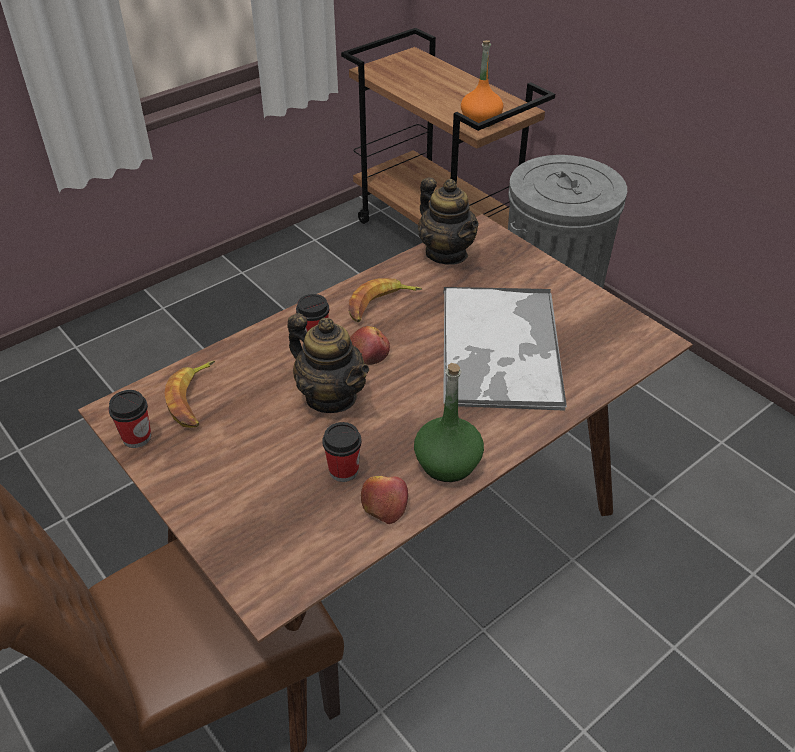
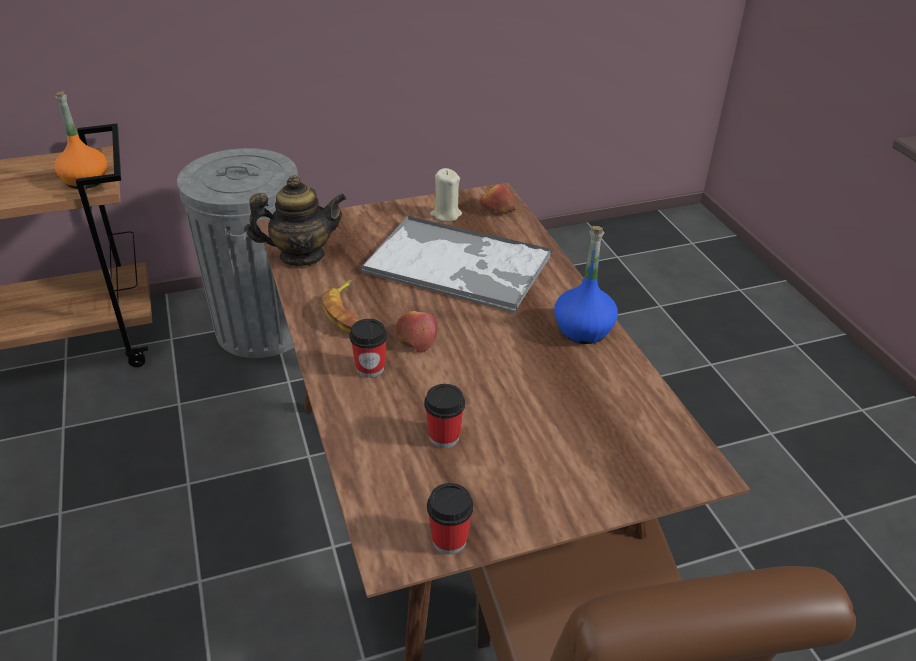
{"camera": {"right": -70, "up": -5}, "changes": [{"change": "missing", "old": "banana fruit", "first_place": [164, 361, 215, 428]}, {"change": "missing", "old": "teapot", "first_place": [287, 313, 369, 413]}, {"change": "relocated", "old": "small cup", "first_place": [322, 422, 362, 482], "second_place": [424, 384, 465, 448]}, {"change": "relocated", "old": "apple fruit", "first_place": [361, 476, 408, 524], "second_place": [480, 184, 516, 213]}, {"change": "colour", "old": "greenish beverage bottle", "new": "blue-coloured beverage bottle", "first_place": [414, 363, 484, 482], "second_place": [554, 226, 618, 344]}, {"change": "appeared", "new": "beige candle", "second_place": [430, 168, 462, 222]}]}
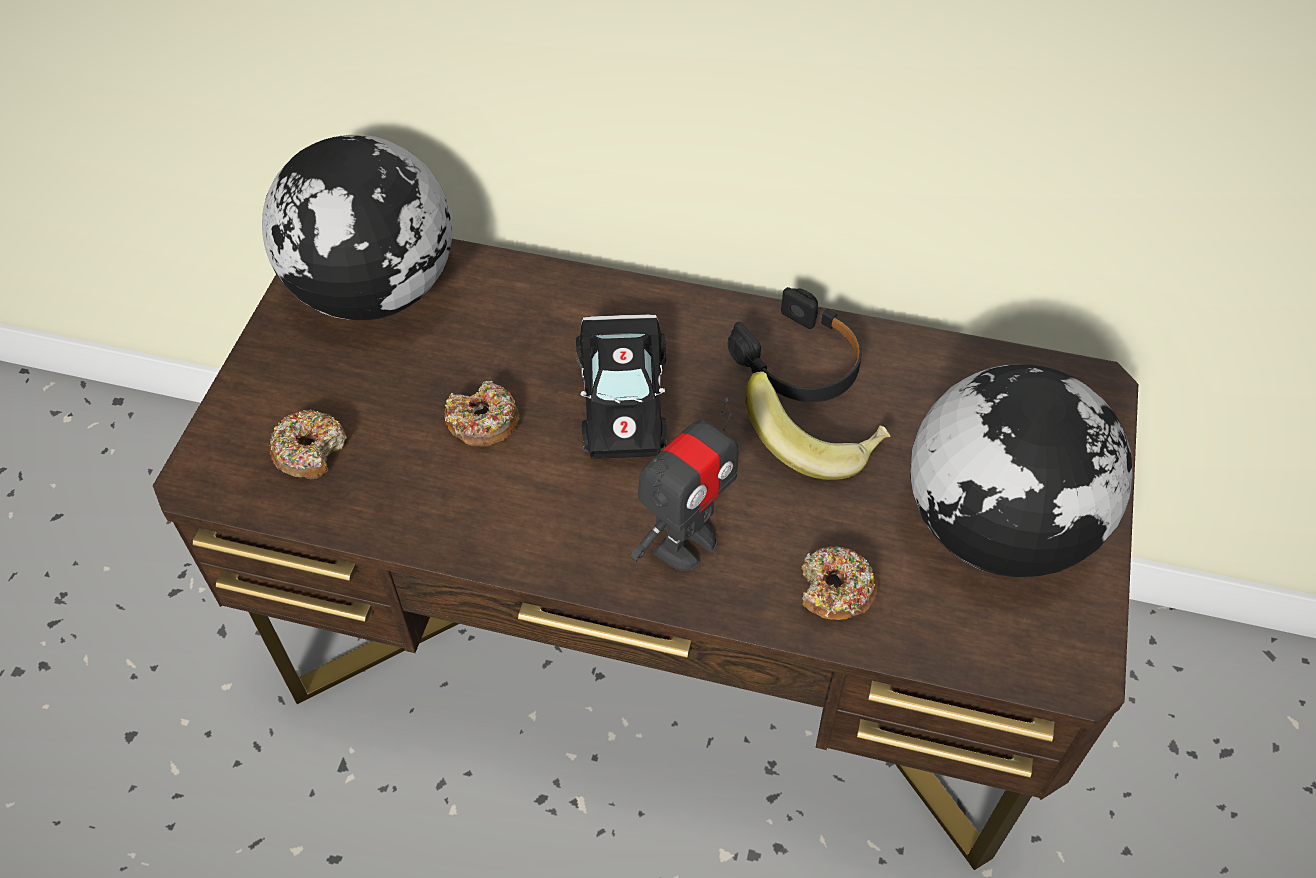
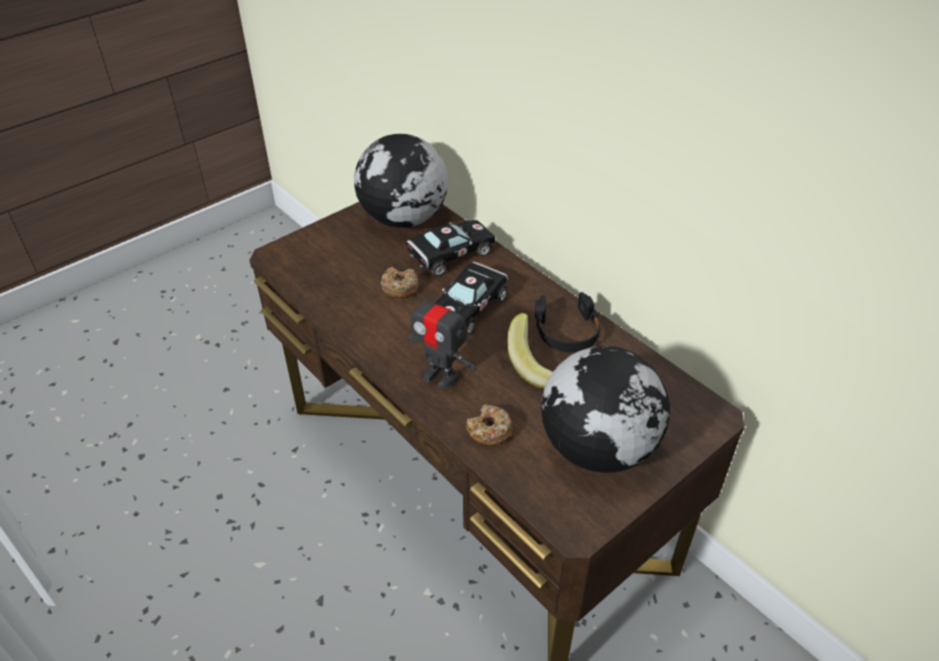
{"camera": {"right": 35, "up": -10}, "changes": [{"change": "missing", "old": "doughnut", "first_place": [269, 410, 347, 479]}, {"change": "spun", "old": "toy robot", "first_place": [631, 397, 739, 571], "second_place": [407, 284, 477, 389], "degrees": 45}, {"change": "appeared", "new": "black toy car", "second_place": [406, 220, 495, 276]}]}
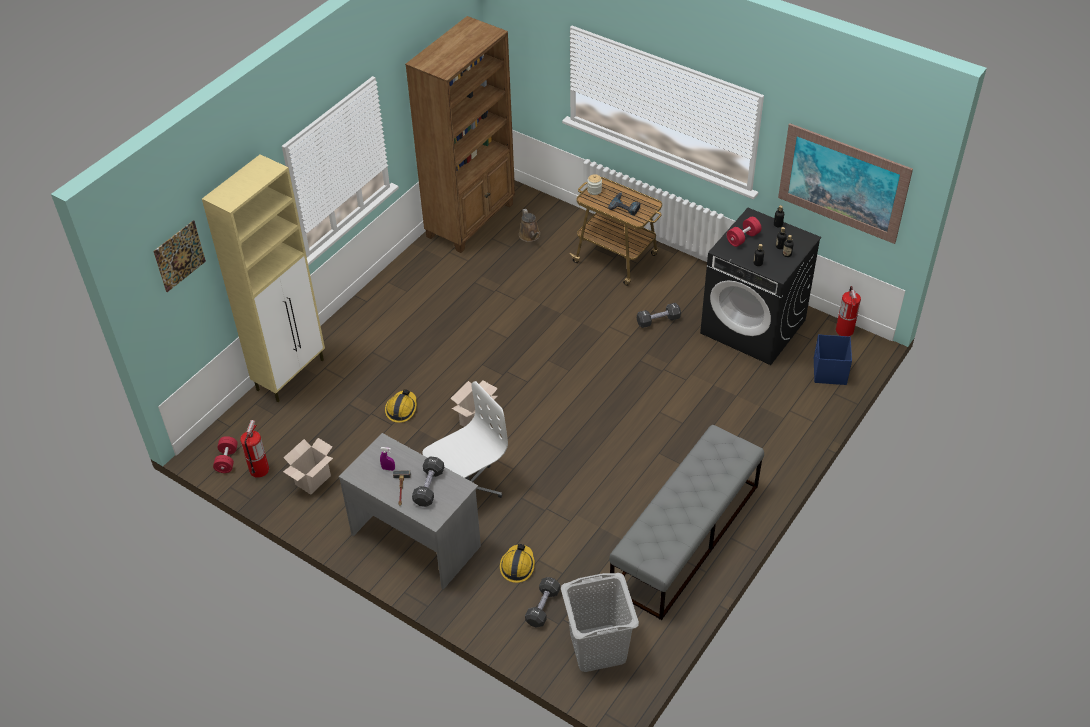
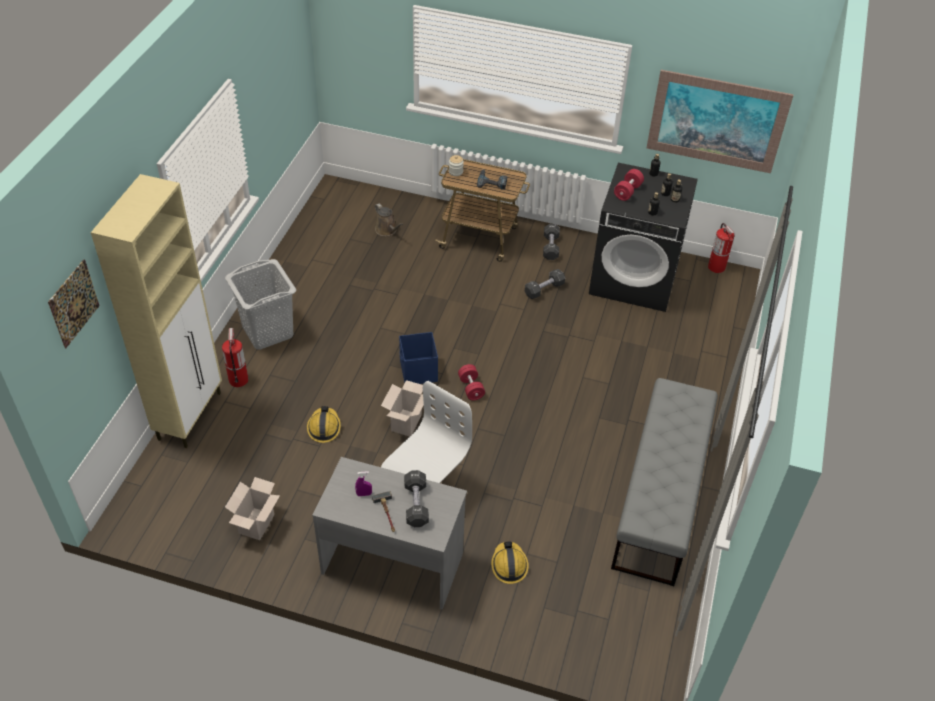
{"camera": {"right": -20, "up": 0}, "changes": [{"change": "relocated", "old": "red hand weight", "first_place": [213, 436, 238, 473], "second_place": [458, 364, 485, 400]}, {"change": "relocated", "old": "fire extinguisher", "first_place": [240, 420, 269, 478], "second_place": [222, 328, 248, 387]}, {"change": "missing", "old": "brown-coloured bookcase", "first_place": [405, 16, 515, 253]}, {"change": "relocated", "old": "black hand weight", "first_place": [525, 577, 560, 627], "second_place": [543, 224, 560, 260]}, {"change": "relocated", "old": "grey laundry basket", "first_place": [561, 573, 639, 672], "second_place": [225, 259, 296, 350]}, {"change": "relocated", "old": "blue-coloured storage box", "first_place": [814, 334, 852, 385], "second_place": [399, 332, 438, 384]}]}
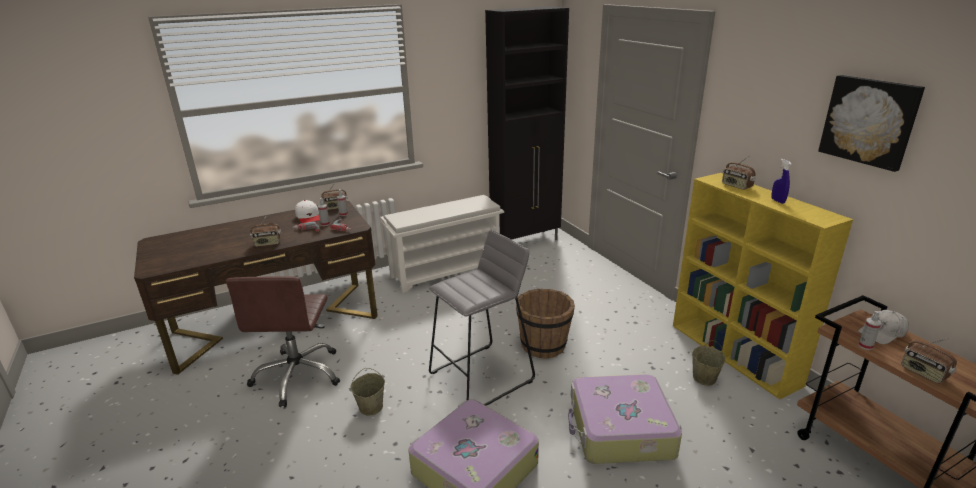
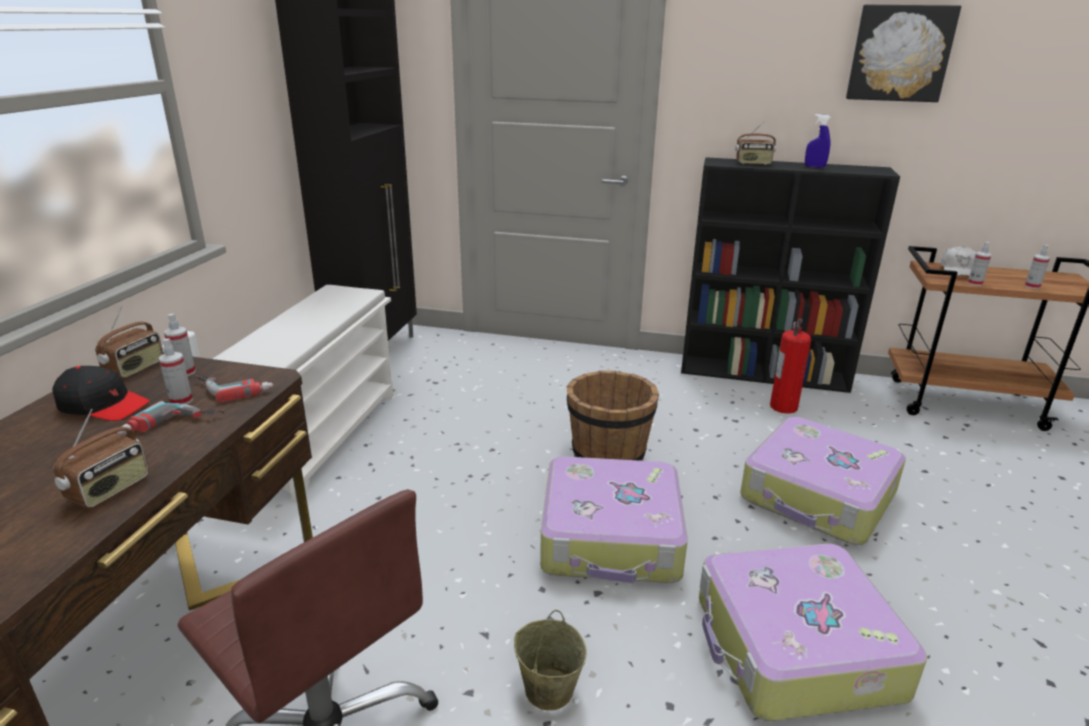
{"camera": {"right": -50, "up": 0}, "changes": [{"change": "colour", "old": "white baseball cap", "new": "black baseball cap", "first_place": [295, 200, 320, 223], "second_place": [52, 366, 150, 421]}, {"change": "exchanged", "old": "grey stool seat", "new": "travel case", "first_place": [429, 229, 535, 406], "second_place": [540, 457, 688, 583]}, {"change": "colour", "old": "yellow bookcase", "new": "black bookcase", "first_place": [673, 173, 853, 399], "second_place": [681, 157, 900, 393]}, {"change": "exchanged", "old": "beige water bucket", "new": "fire extinguisher", "first_place": [692, 340, 726, 386], "second_place": [770, 318, 811, 414]}, {"change": "exchanged", "old": "radio", "new": "sprayer", "first_place": [902, 338, 957, 384], "second_place": [1025, 245, 1050, 289]}]}
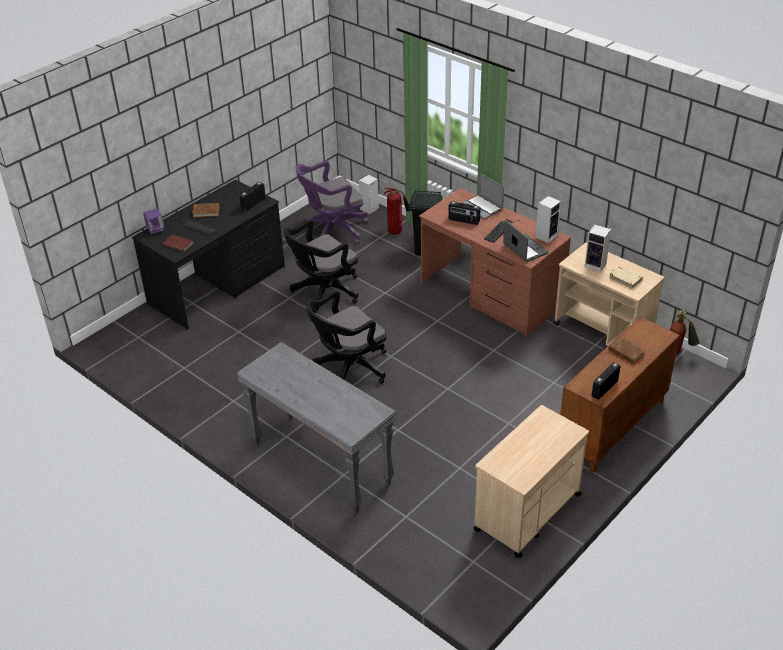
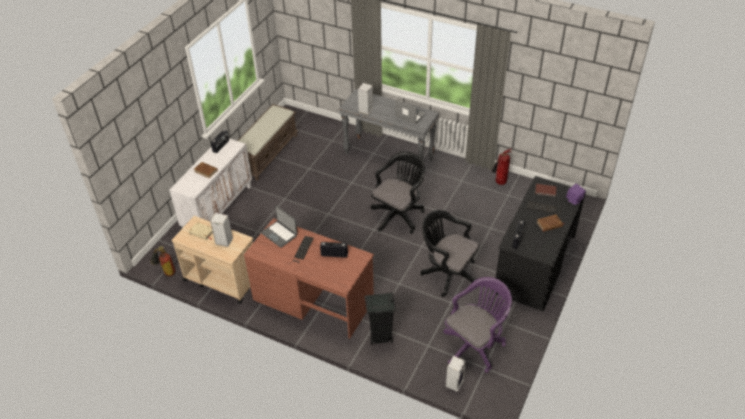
{"camera": {"right": 165, "up": 5}, "changes": [{"change": "spun", "old": "black desk chair", "first_place": [284, 219, 358, 313], "second_place": [420, 210, 479, 297], "degrees": -90}, {"change": "relocated", "old": "fire extinguisher", "first_place": [384, 188, 409, 235], "second_place": [491, 148, 512, 185]}, {"change": "relocated", "old": "portable computer", "first_place": [463, 173, 504, 219], "second_place": [395, 100, 426, 124]}, {"change": "exchanged", "old": "beige cart", "new": "brown-coloured long seat", "first_place": [473, 405, 589, 558], "second_place": [238, 104, 298, 181]}, {"change": "relocated", "old": "speaker", "first_place": [535, 196, 561, 243], "second_place": [358, 83, 373, 115]}, {"change": "colour", "old": "brown-coloured storage cabinet", "new": "white storage cabinet", "first_place": [560, 317, 680, 473], "second_place": [169, 138, 252, 228]}]}
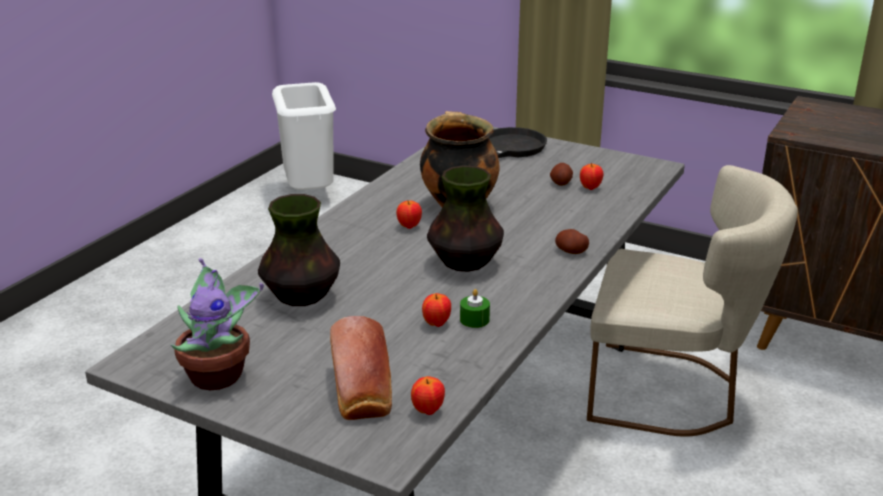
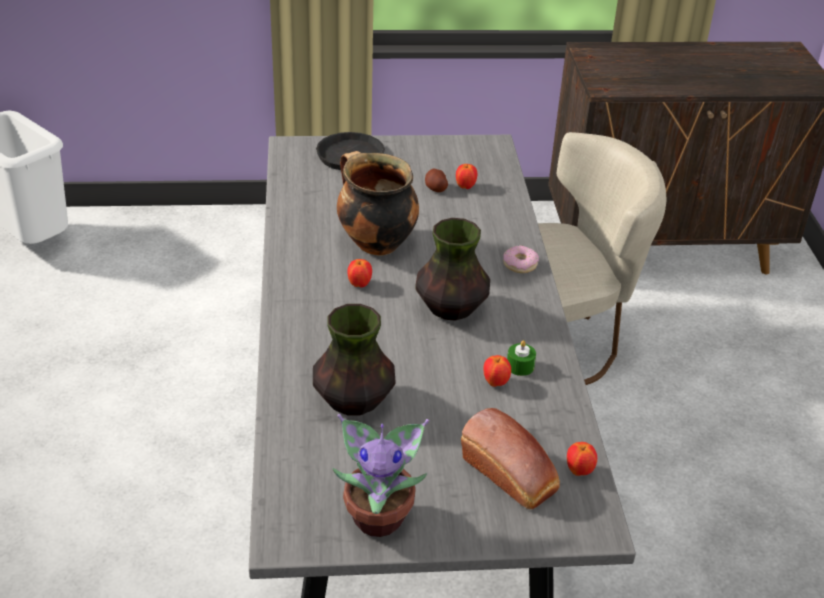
{"camera": {"right": -35, "up": 10}, "changes": [{"change": "exchanged", "old": "potato", "new": "doughnut", "first_place": [555, 229, 589, 254], "second_place": [503, 246, 539, 273]}]}
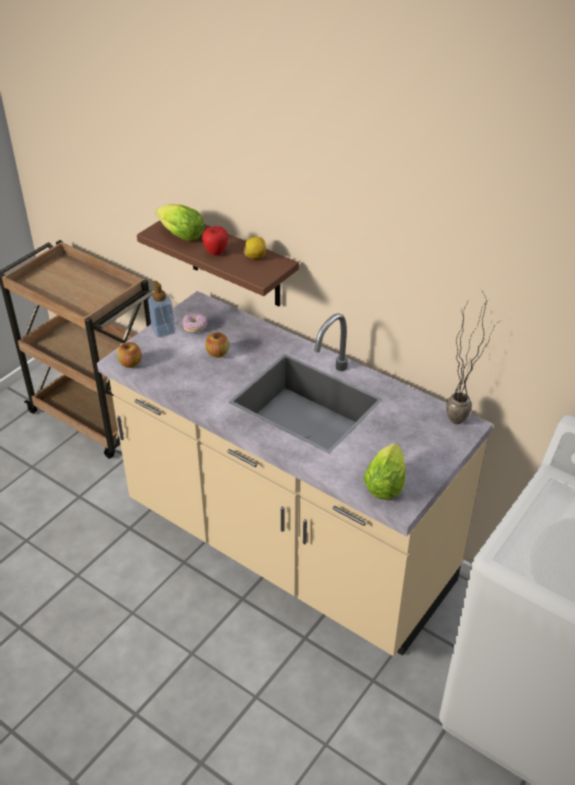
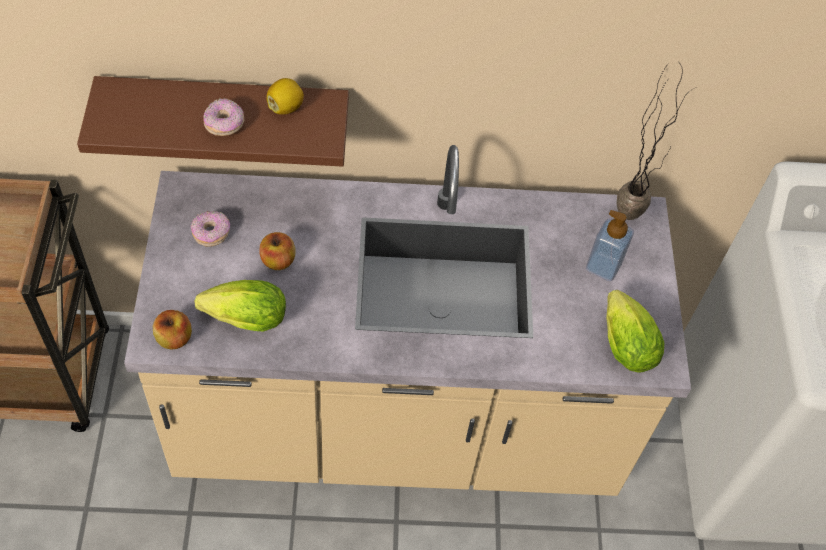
{"camera": {"right": -40, "up": 15}, "changes": [{"change": "relocated", "old": "soap dispenser", "first_place": [148, 281, 175, 338], "second_place": [586, 210, 634, 281]}, {"change": "relocated", "old": "head of lettuce", "first_place": [156, 204, 205, 241], "second_place": [194, 280, 286, 331]}, {"change": "exchanged", "old": "apple fruit", "new": "doughnut", "first_place": [202, 226, 228, 255], "second_place": [203, 99, 244, 136]}]}
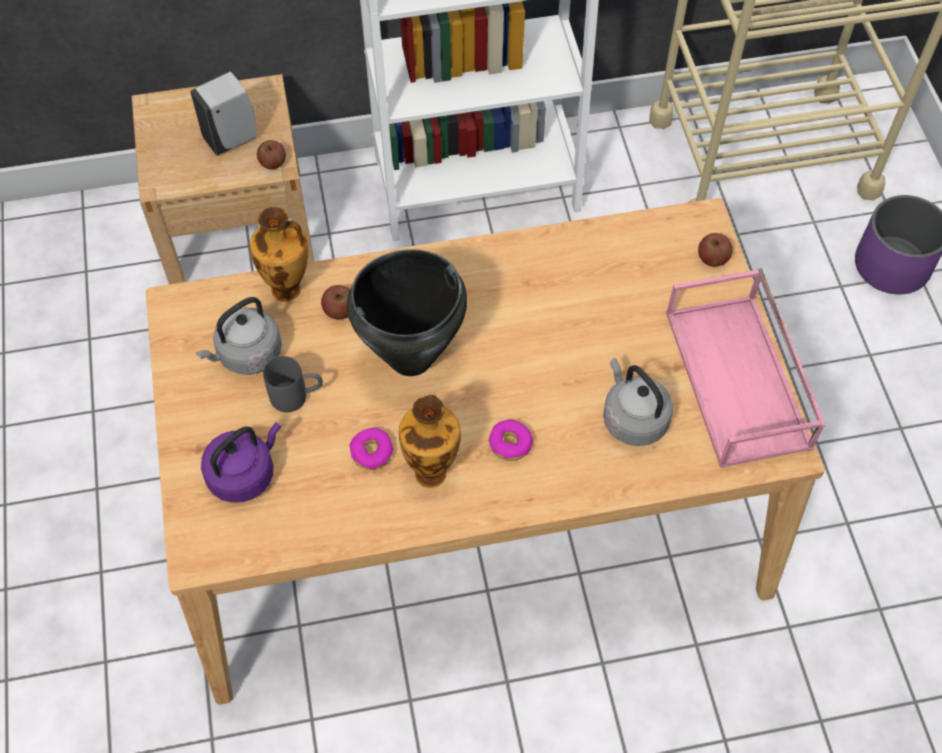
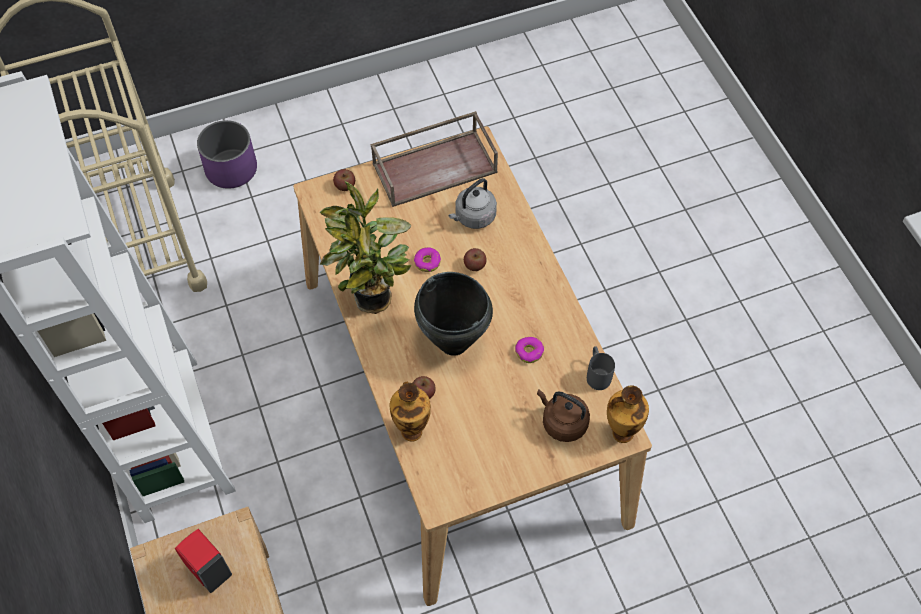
{"camera": {"right": -100, "up": 0}, "changes": [{"change": "colour", "old": "white soap dispenser", "new": "red soap dispenser", "first_place": [190, 72, 256, 156], "second_place": [175, 529, 232, 593]}, {"change": "missing", "old": "grey kettle", "first_place": [196, 297, 282, 375]}, {"change": "colour", "old": "purple-coloured kettle", "new": "brown-coloured kettle", "first_place": [201, 422, 281, 503], "second_place": [537, 390, 590, 442]}, {"change": "relocated", "old": "apple fruit", "first_place": [257, 140, 286, 169], "second_place": [464, 248, 487, 271]}, {"change": "relocated", "old": "grey mug", "first_place": [263, 356, 323, 412], "second_place": [587, 346, 615, 390]}, {"change": "relocated", "old": "flower vase", "first_place": [399, 395, 461, 488], "second_place": [607, 385, 649, 443]}, {"change": "relocated", "old": "doughnut", "first_place": [489, 420, 533, 461], "second_place": [414, 247, 441, 272]}, {"change": "colour", "old": "pink-coloured tray", "new": "brown-coloured tray", "first_place": [666, 268, 826, 468], "second_place": [371, 111, 498, 207]}, {"change": "appeared", "new": "potted plant", "second_place": [319, 181, 411, 314]}]}
